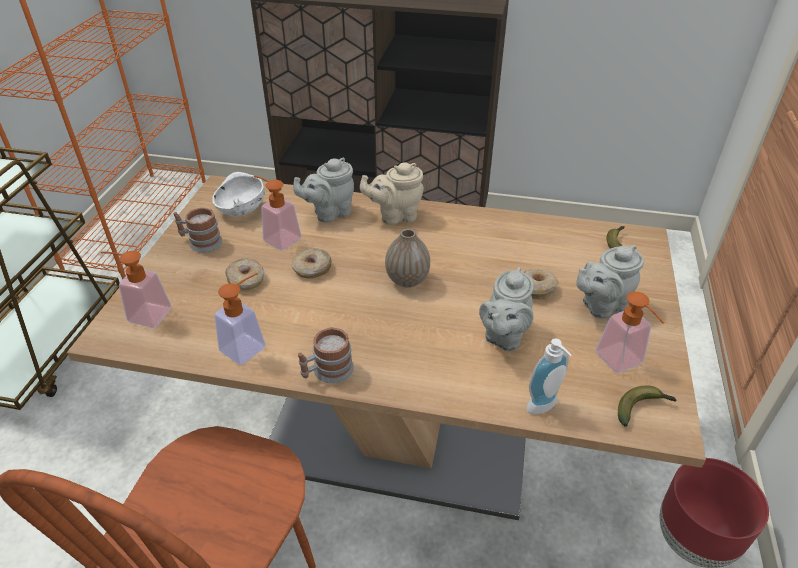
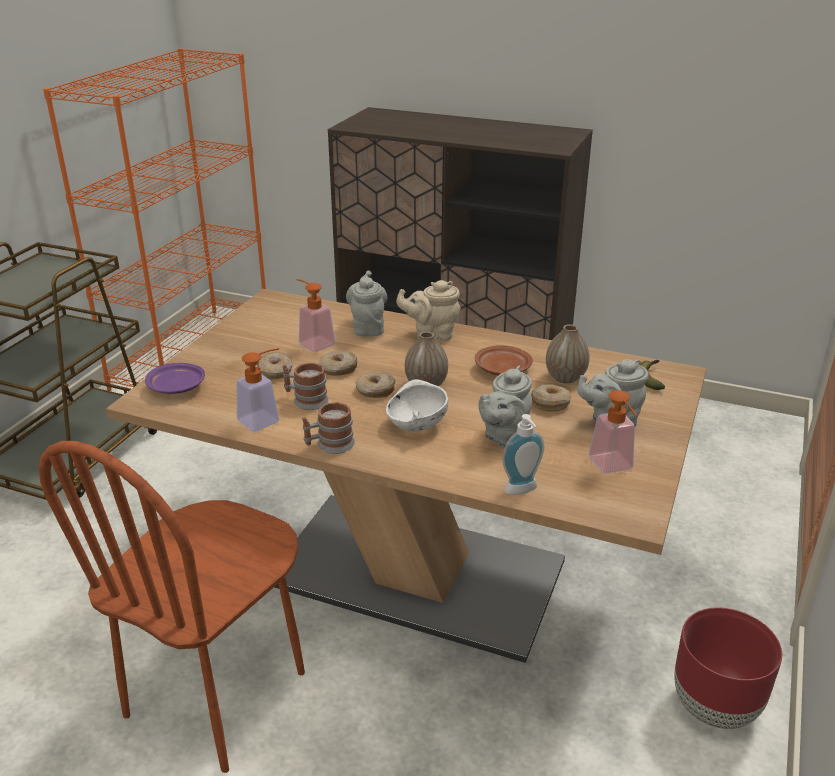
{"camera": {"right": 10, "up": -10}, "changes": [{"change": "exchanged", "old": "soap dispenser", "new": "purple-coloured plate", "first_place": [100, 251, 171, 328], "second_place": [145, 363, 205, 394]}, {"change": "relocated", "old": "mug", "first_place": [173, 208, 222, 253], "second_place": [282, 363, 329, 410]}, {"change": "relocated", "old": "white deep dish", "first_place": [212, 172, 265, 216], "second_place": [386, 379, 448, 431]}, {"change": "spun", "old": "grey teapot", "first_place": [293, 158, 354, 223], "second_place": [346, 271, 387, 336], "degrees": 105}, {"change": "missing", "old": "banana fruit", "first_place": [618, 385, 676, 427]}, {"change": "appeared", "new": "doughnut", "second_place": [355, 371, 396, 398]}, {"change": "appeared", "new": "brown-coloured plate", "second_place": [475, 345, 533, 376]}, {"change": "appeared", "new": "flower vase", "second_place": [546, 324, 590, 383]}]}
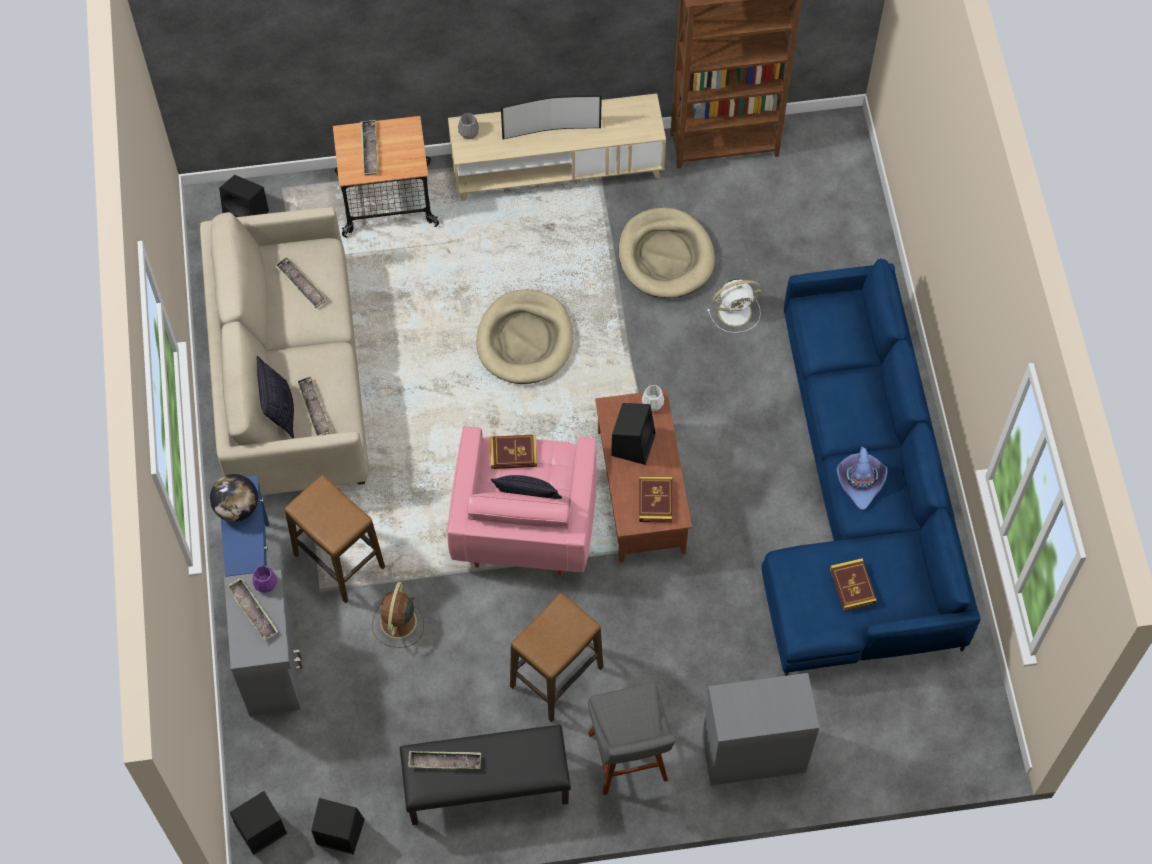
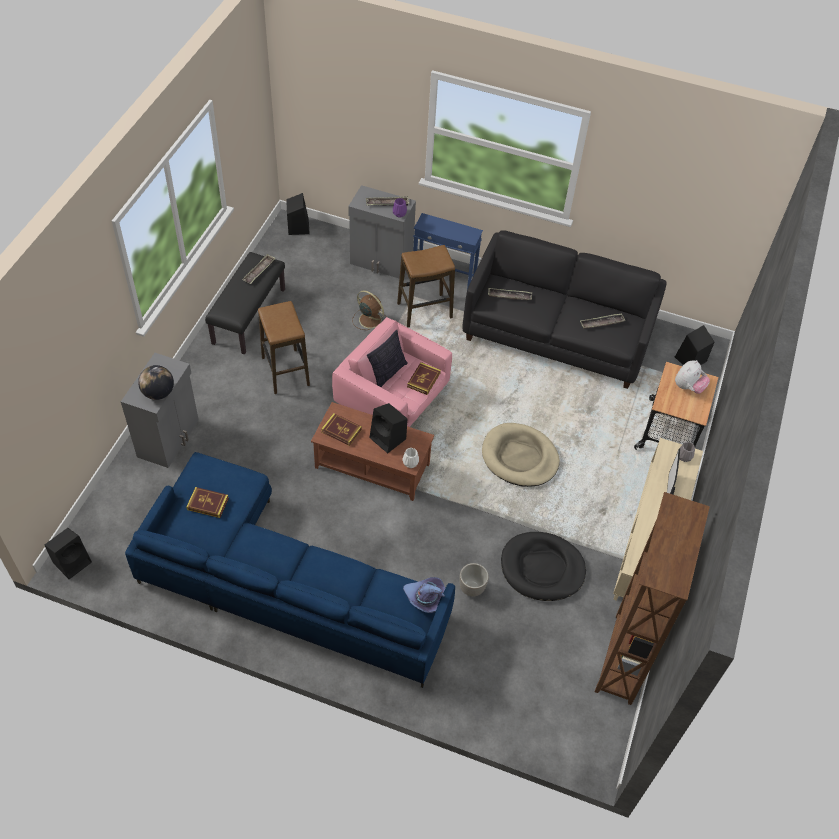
{"camera": {"right": 115, "up": -10}, "changes": [{"change": "colour", "old": "beige sofa", "new": "black sofa", "first_place": [200, 207, 369, 495], "second_place": [463, 230, 667, 389]}, {"change": "relocated", "old": "world globe", "first_place": [210, 474, 258, 522], "second_place": [138, 365, 174, 400]}, {"change": "missing", "old": "pillow", "first_place": [256, 356, 294, 438]}, {"change": "relocated", "old": "black speaker", "first_place": [311, 798, 365, 854], "second_place": [45, 528, 92, 579]}, {"change": "exchanged", "old": "tray", "new": "cuddly toy", "first_place": [360, 120, 379, 175], "second_place": [675, 360, 710, 394]}, {"change": "missing", "old": "grey stool seat", "first_place": [588, 683, 676, 795]}, {"change": "colour", "old": "beige dog cushion", "new": "black dog cushion", "first_place": [618, 207, 715, 298], "second_place": [501, 532, 586, 601]}, {"change": "exchanged", "old": "white cooling fan", "new": "planter", "first_place": [707, 279, 762, 333], "second_place": [459, 563, 489, 597]}, {"change": "relocated", "old": "purple-coloured hat", "first_place": [837, 446, 887, 510], "second_place": [403, 577, 445, 613]}]}
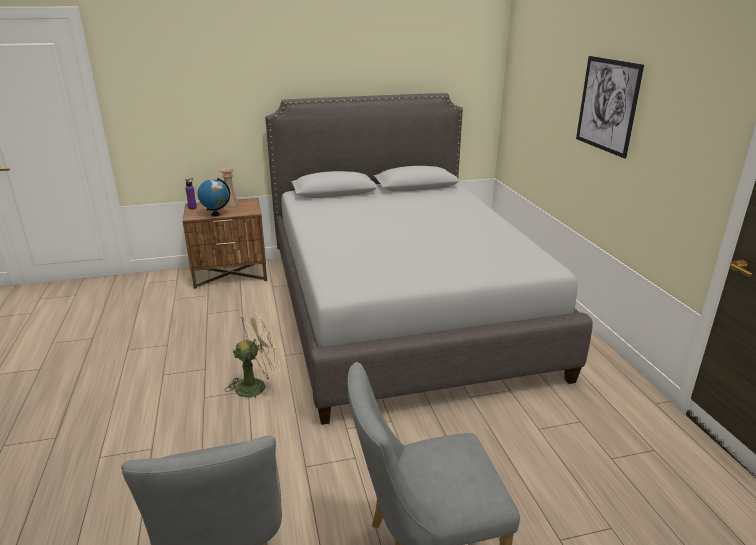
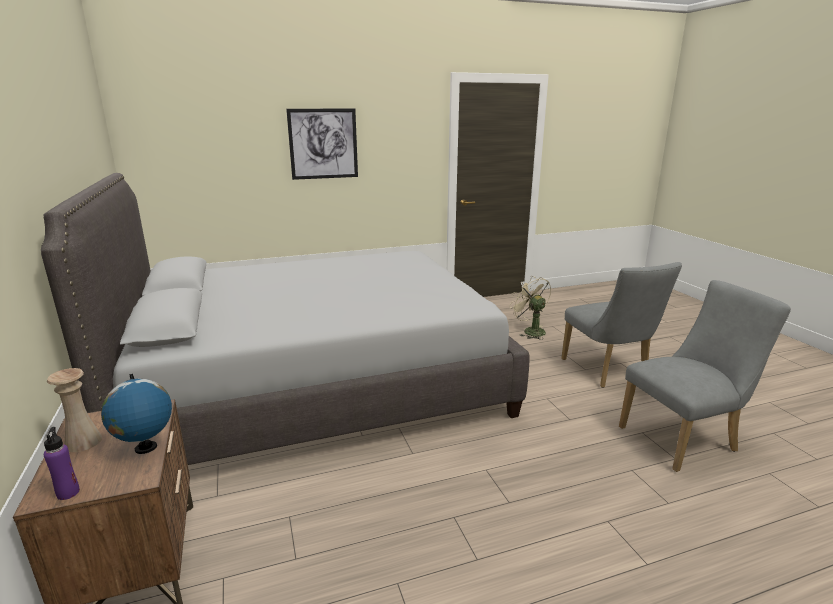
{"camera": {"right": -95, "up": -5}, "changes": [{"change": "relocated", "old": "beige cooling fan", "first_place": [225, 312, 280, 400], "second_place": [509, 276, 551, 340]}]}
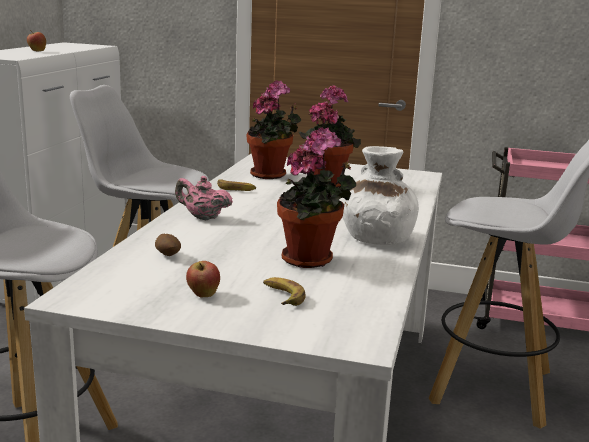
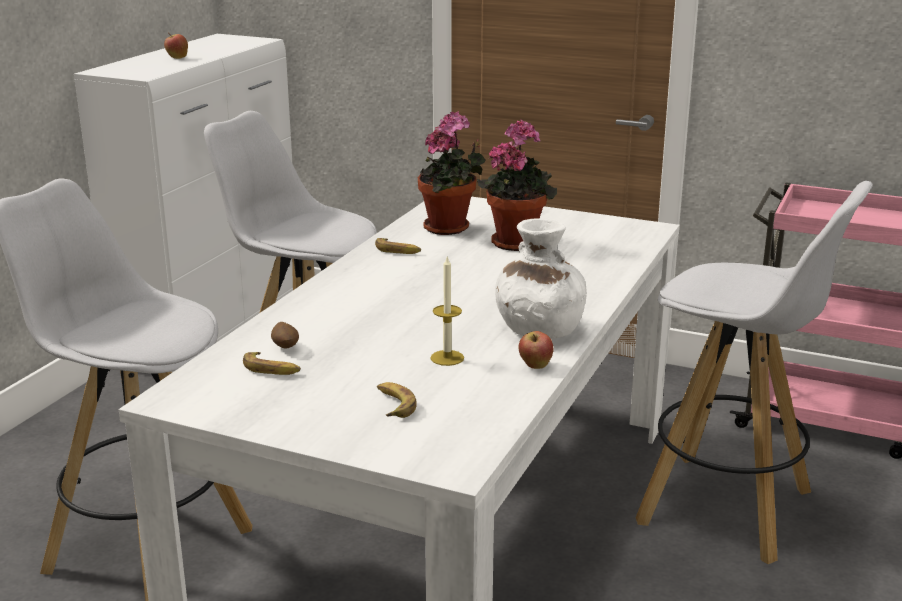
{"camera": {"right": 10, "up": 5}, "changes": [{"change": "missing", "old": "pink-coloured teapot", "first_place": [175, 176, 233, 220]}, {"change": "relocated", "old": "apple fruit", "first_place": [186, 261, 220, 297], "second_place": [519, 331, 554, 369]}, {"change": "exchanged", "old": "potted plant", "new": "candle", "first_place": [277, 128, 356, 268], "second_place": [430, 255, 464, 366]}, {"change": "appeared", "new": "banana fruit", "second_place": [243, 352, 301, 375]}]}
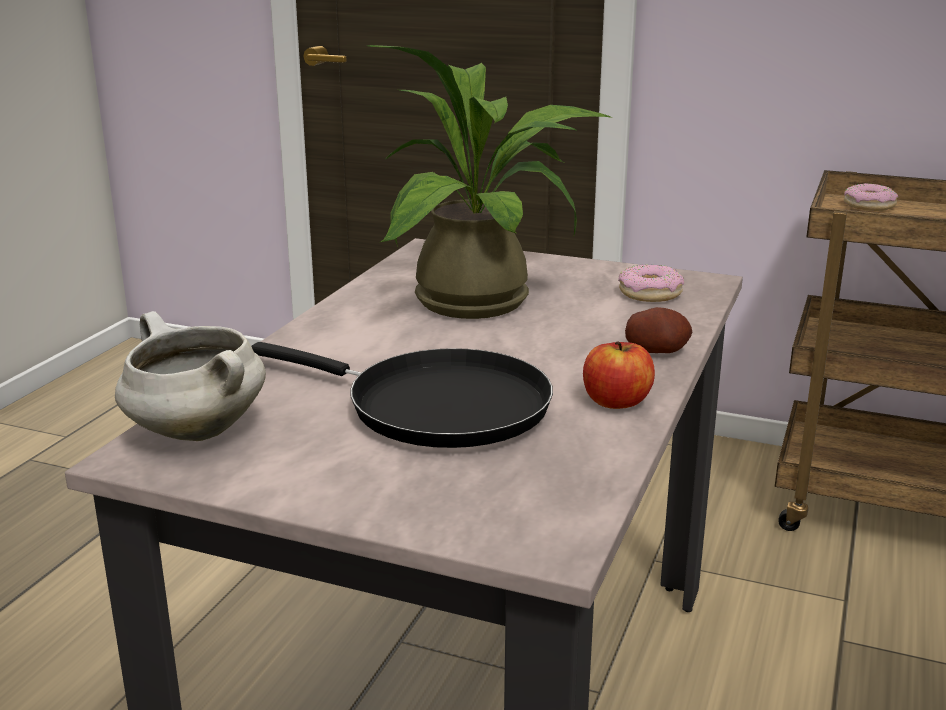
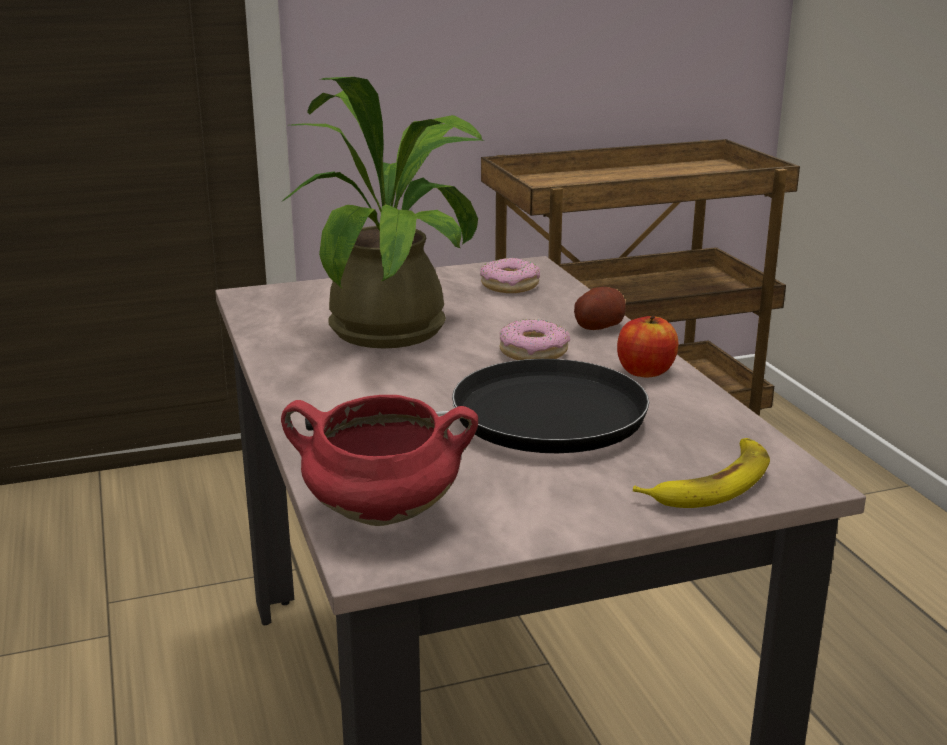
{"camera": {"right": -40, "up": 0}, "changes": [{"change": "colour", "old": "white saucepot", "new": "red saucepot", "first_place": [115, 311, 266, 441], "second_place": [281, 395, 478, 526]}, {"change": "relocated", "old": "doughnut", "first_place": [844, 183, 898, 211], "second_place": [500, 319, 570, 360]}, {"change": "appeared", "new": "banana fruit", "second_place": [633, 438, 770, 508]}]}
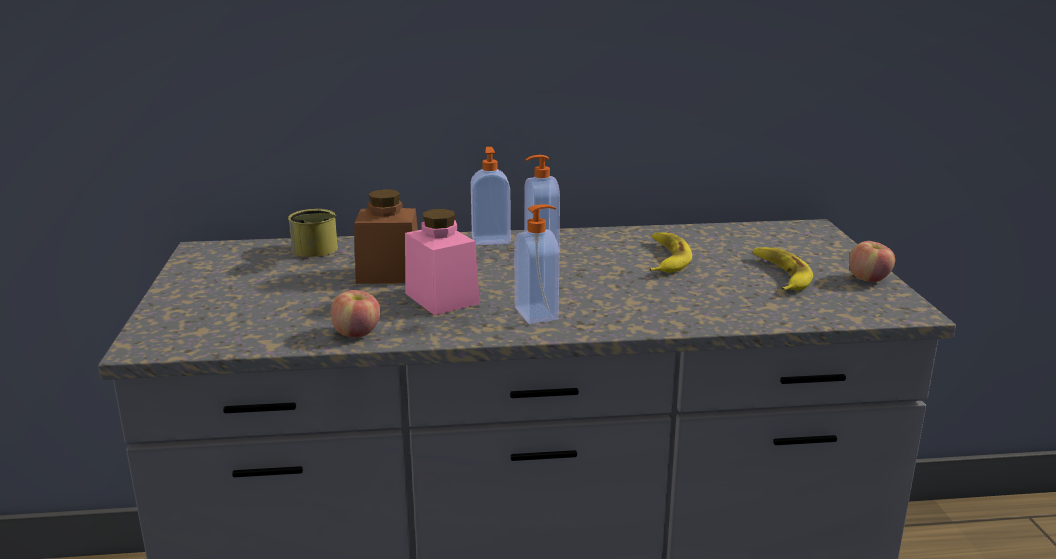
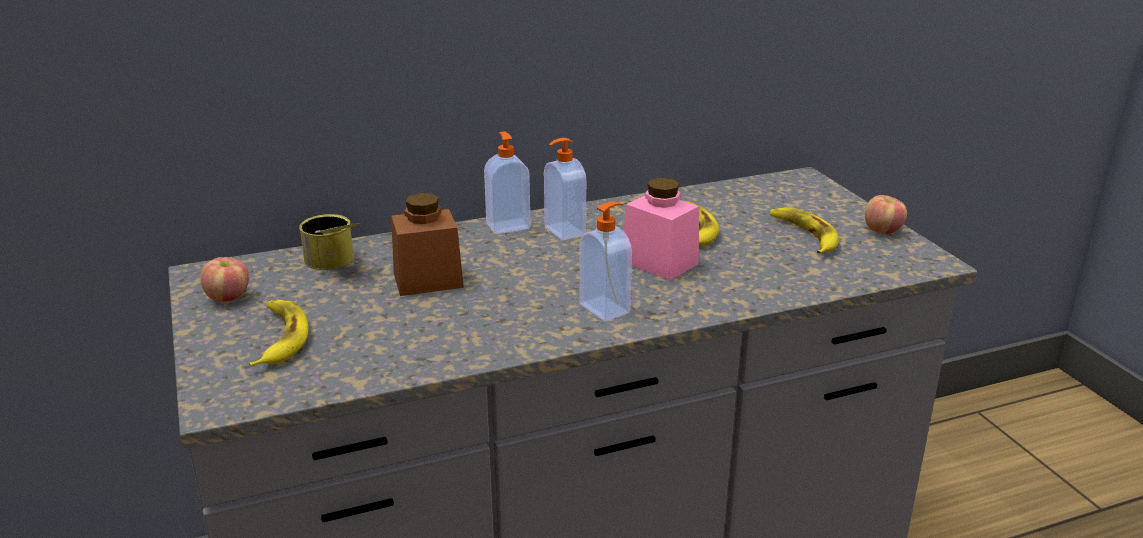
{"camera": {"right": -15, "up": 5}, "changes": [{"change": "relocated", "old": "apple fruit", "first_place": [331, 290, 380, 337], "second_place": [201, 257, 249, 302]}, {"change": "relocated", "old": "pink-coloured jar", "first_place": [405, 209, 480, 315], "second_place": [624, 178, 699, 281]}, {"change": "appeared", "new": "banana fruit", "second_place": [249, 300, 309, 367]}]}
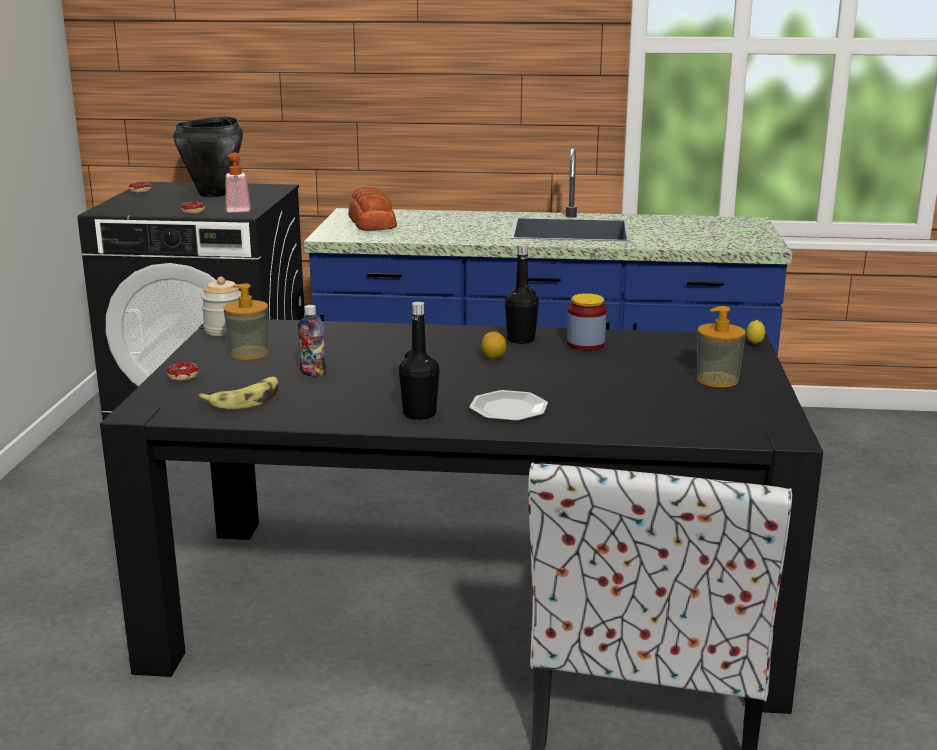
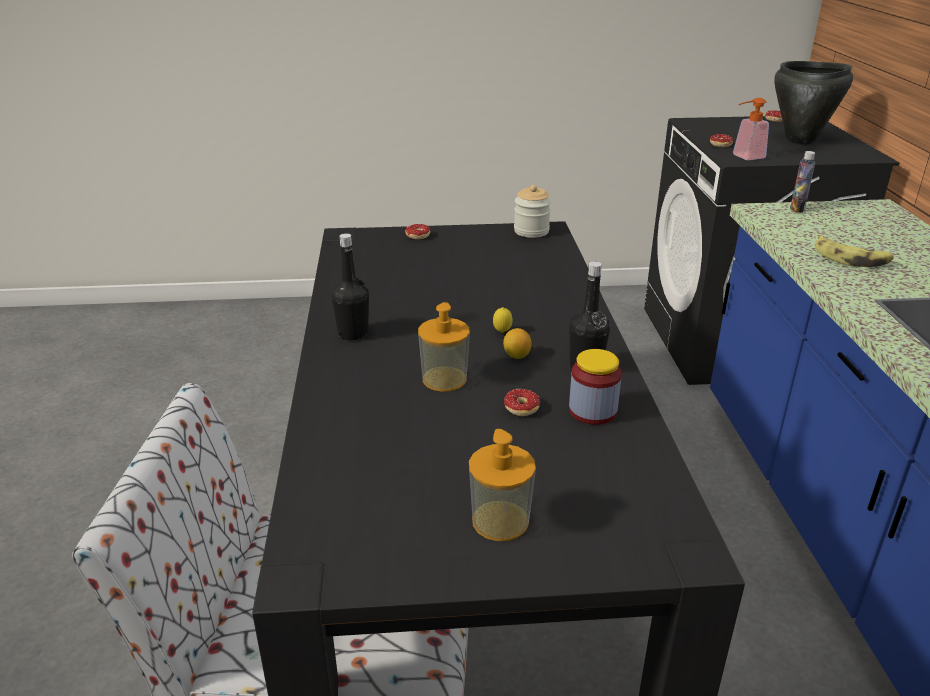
{"camera": {"right": 80, "up": 10}, "changes": [{"change": "relocated", "old": "banana fruit", "first_place": [198, 377, 278, 409], "second_place": [815, 235, 894, 267]}, {"change": "relocated", "old": "soap dispenser", "first_place": [223, 284, 269, 360], "second_place": [418, 302, 470, 391]}, {"change": "relocated", "old": "beverage bottle", "first_place": [298, 305, 326, 377], "second_place": [790, 151, 815, 213]}, {"change": "missing", "old": "bread", "first_place": [348, 186, 397, 231]}, {"change": "missing", "old": "plate", "first_place": [469, 390, 548, 421]}, {"change": "relocated", "old": "citrus fruit", "first_place": [746, 320, 765, 345], "second_place": [493, 307, 513, 333]}, {"change": "appeared", "new": "doughnut", "second_place": [504, 389, 540, 416]}]}
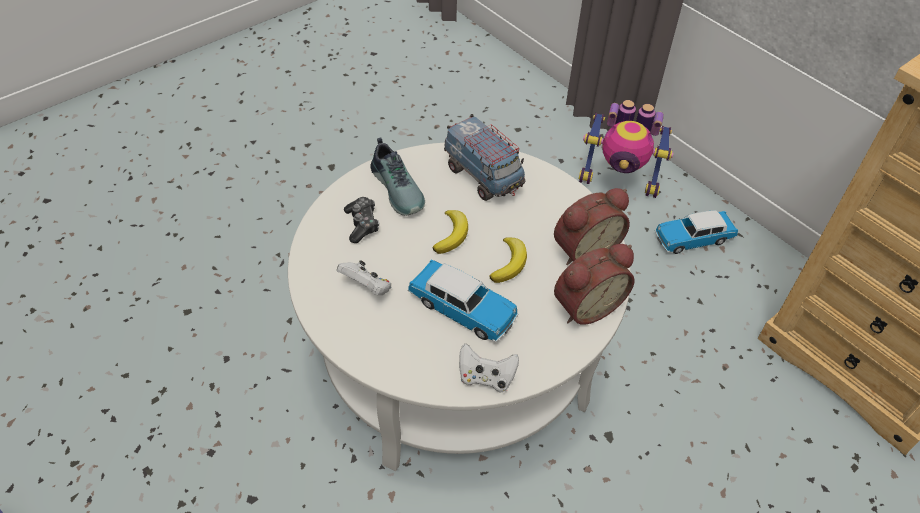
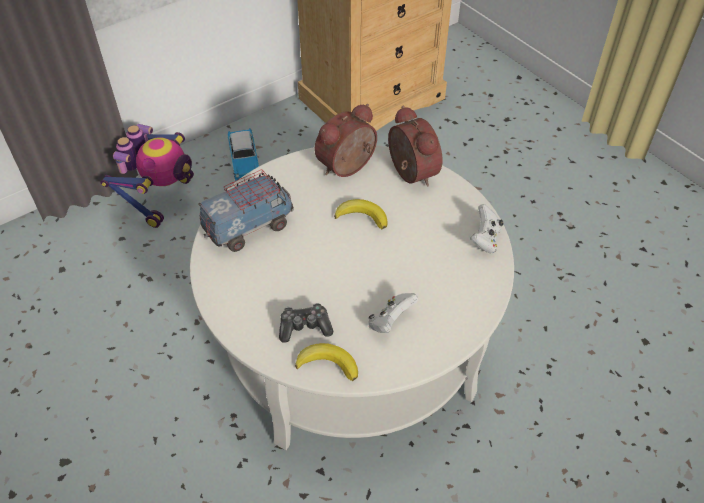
{"camera": {"right": -85, "up": 0}, "changes": [{"change": "missing", "old": "shoe", "first_place": [371, 137, 425, 216]}, {"change": "missing", "old": "toy car", "first_place": [408, 260, 518, 342]}, {"change": "relocated", "old": "banana fruit", "first_place": [433, 210, 468, 254], "second_place": [295, 343, 358, 381]}, {"change": "spun", "old": "bedside clock", "first_place": [554, 188, 630, 265], "second_place": [314, 104, 377, 177], "degrees": -105}]}
